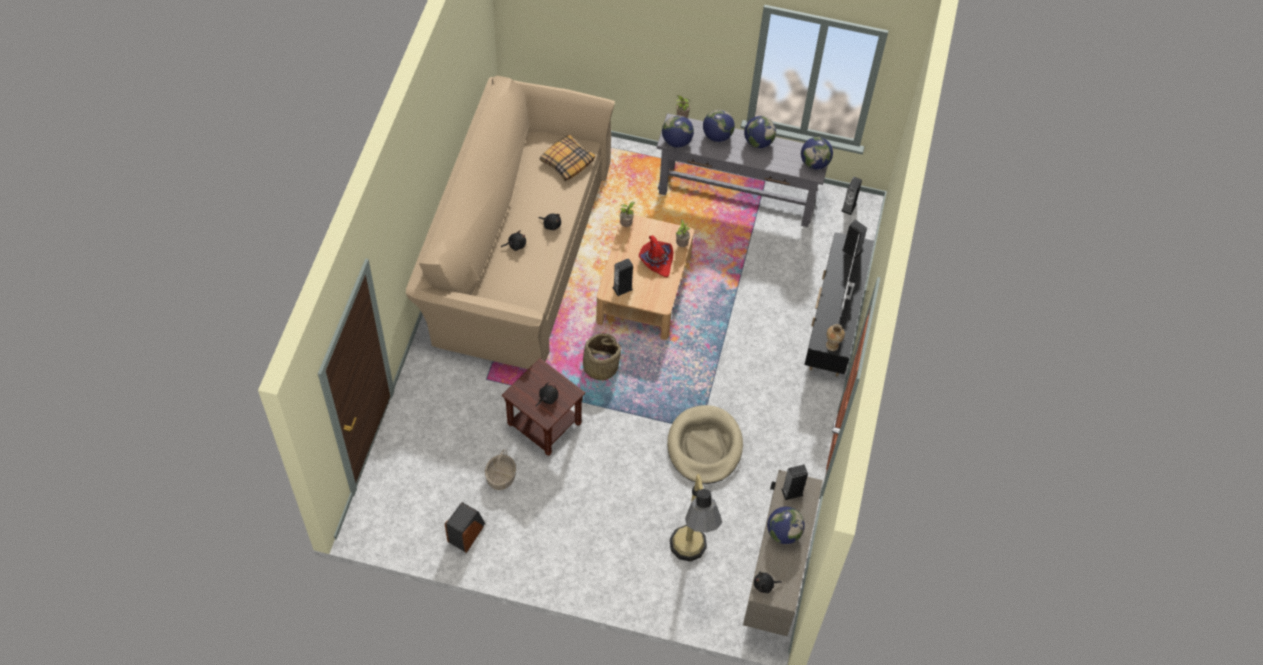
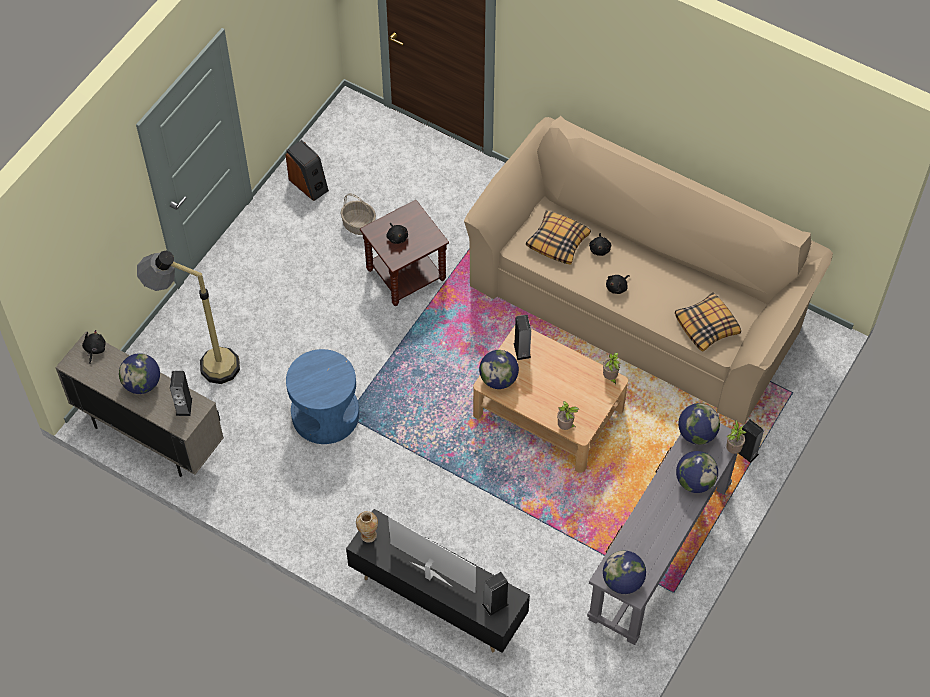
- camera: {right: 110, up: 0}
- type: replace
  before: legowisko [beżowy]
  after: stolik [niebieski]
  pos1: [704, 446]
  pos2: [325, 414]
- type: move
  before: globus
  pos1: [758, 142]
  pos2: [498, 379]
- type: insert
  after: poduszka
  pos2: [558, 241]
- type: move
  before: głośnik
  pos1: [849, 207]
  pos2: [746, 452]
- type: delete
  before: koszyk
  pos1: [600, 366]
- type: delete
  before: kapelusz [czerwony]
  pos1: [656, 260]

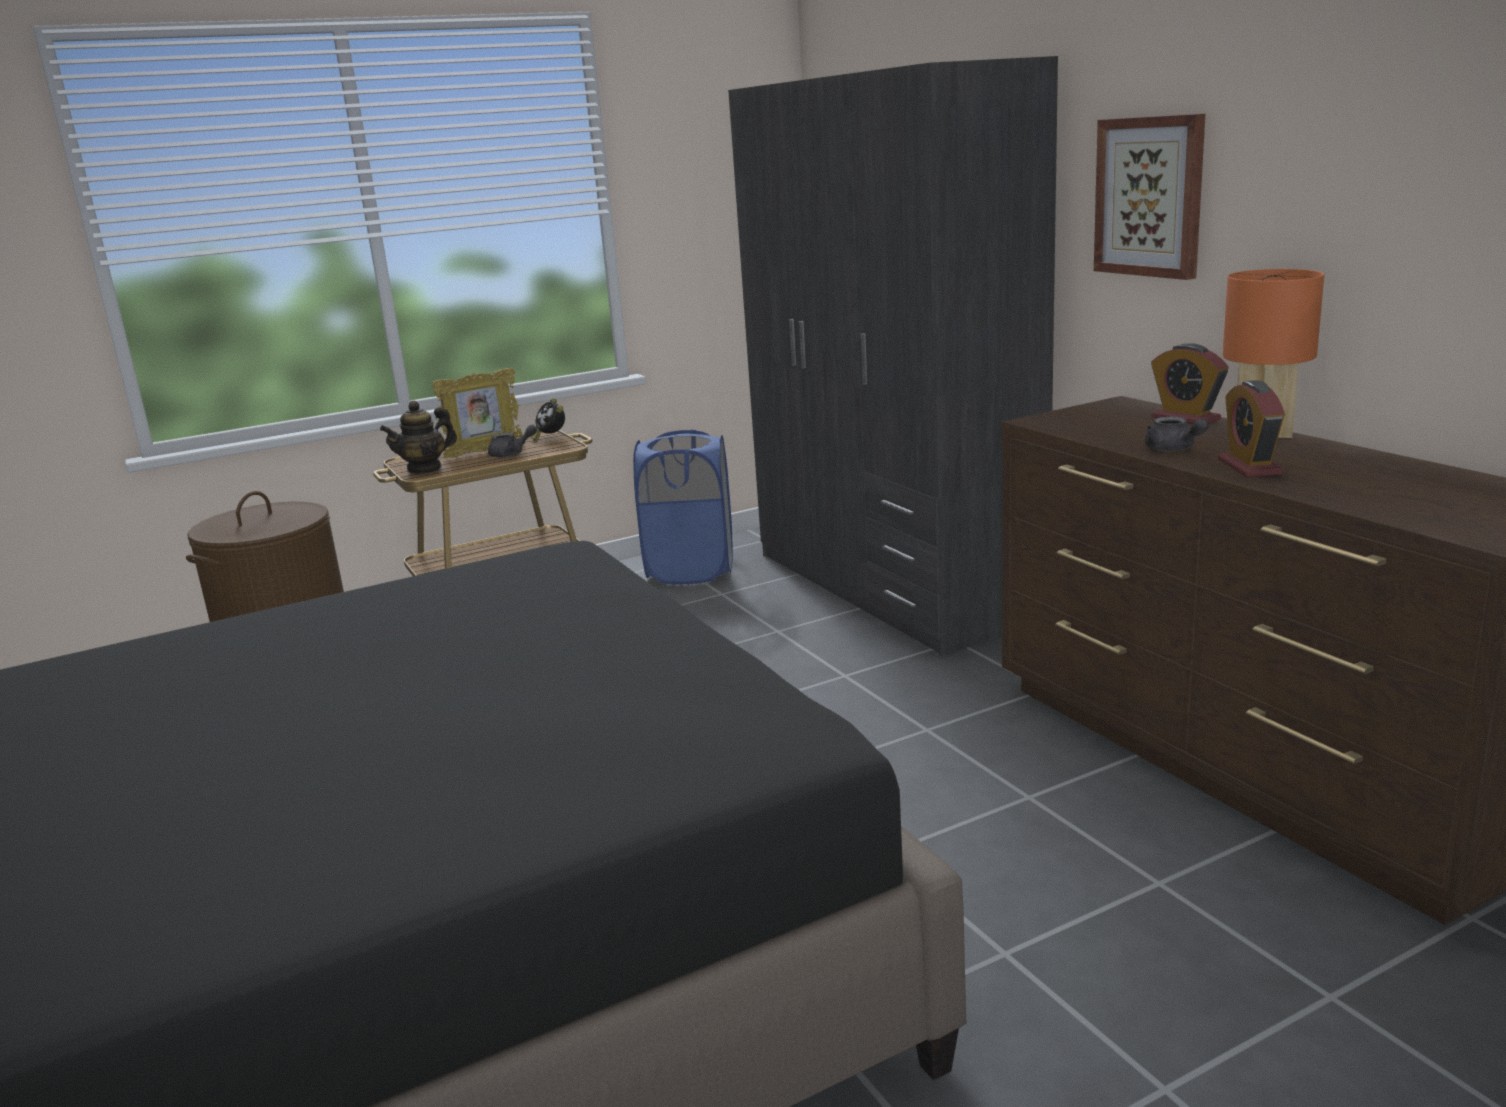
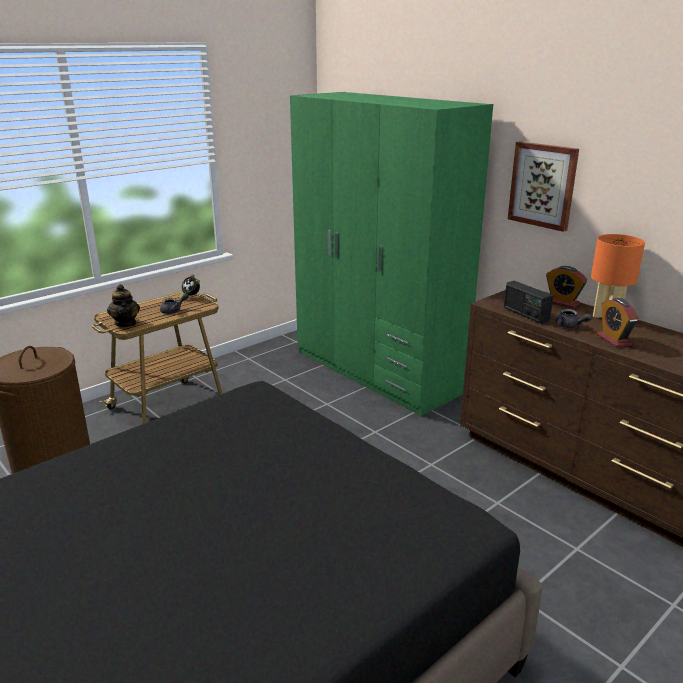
- camera: {right: -15, up: 5}
- type: rotate
  before: imbryk
  pos1: [425, 469]
  pos2: [126, 323]
  turn: -60
- type: recolor
  before: szafa [szary]
  after: szafa [zielony]
  pos1: [892, 586]
  pos2: [377, 372]
- type: insert
  after: radio
  pos2: [525, 314]
- type: delete
  before: ramka na zdjęcie
  pos1: [484, 451]
- type: delete
  before: kosz na pranie [niebieski]
  pos1: [691, 570]

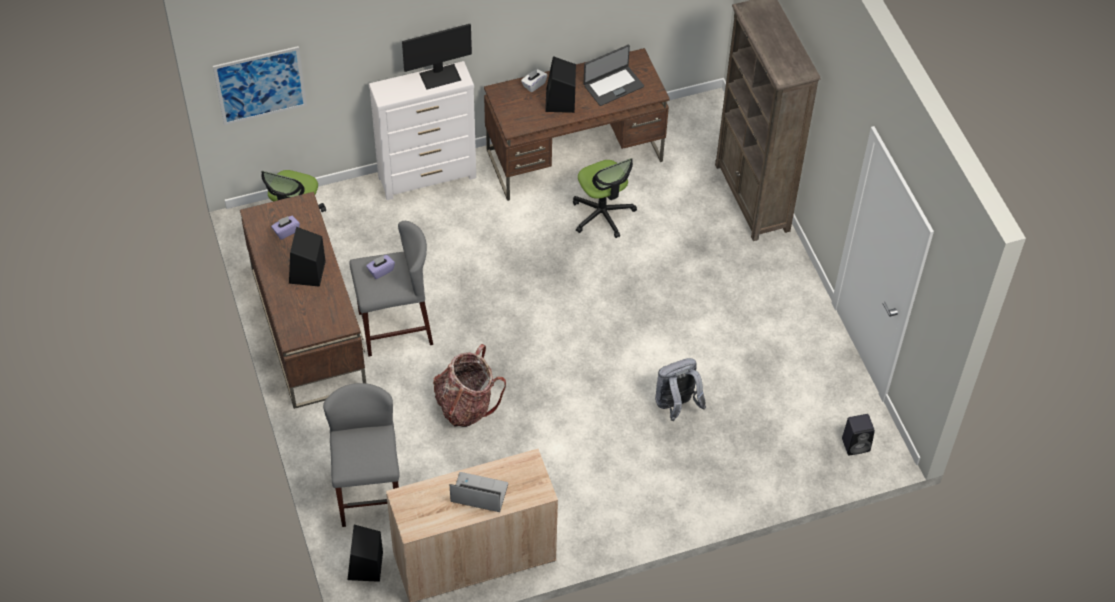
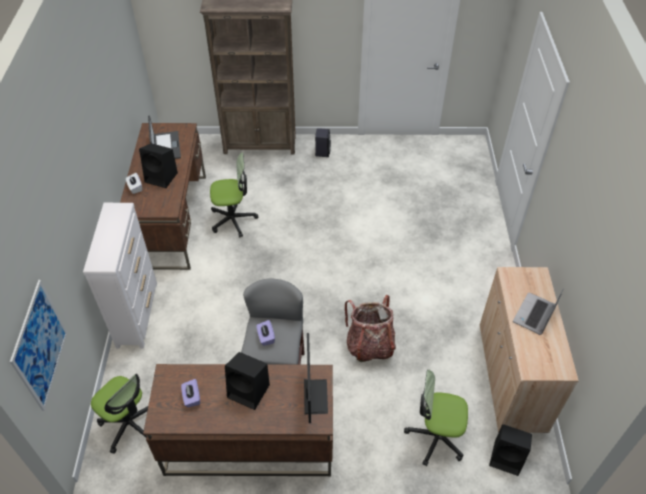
- camera: {right: -70, up: -5}
- type: move
  before: monitor
  pos1: [440, 76]
  pos2: [314, 396]
- type: move
  before: głośnik [czarny]
  pos1: [856, 444]
  pos2: [322, 151]
- type: replace
  before: stołek [szary]
  after: krzesło biurowe
  pos1: [369, 494]
  pos2: [436, 437]
- type: delete
  before: plecak [szary]
  pos1: [676, 405]

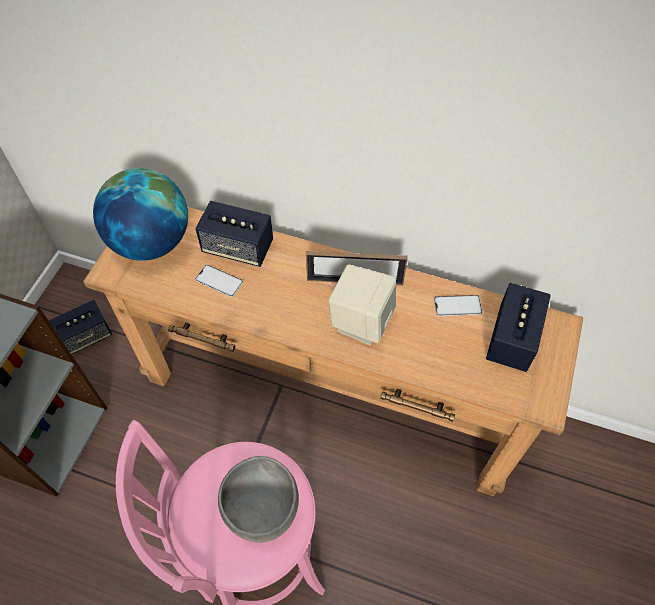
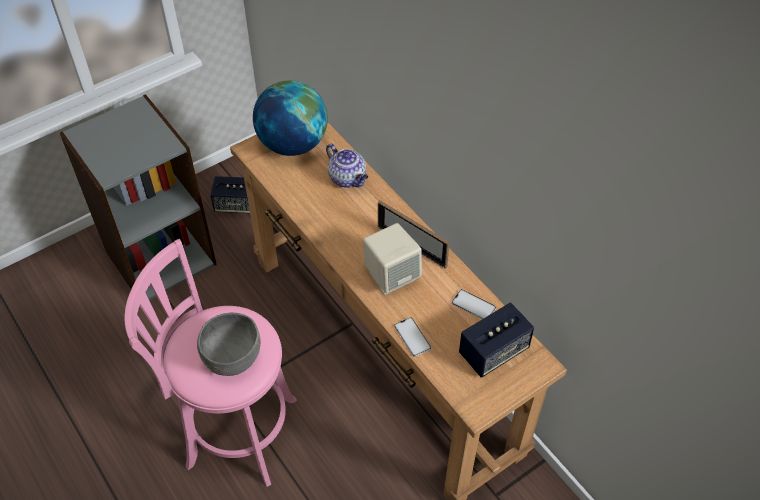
- camera: {right: 35, up: -5}
- type: replace
  before: głośnik
  after: imbryk
  pos1: [238, 248]
  pos2: [348, 178]
- type: move
  before: telefon
  pos1: [219, 281]
  pos2: [412, 337]

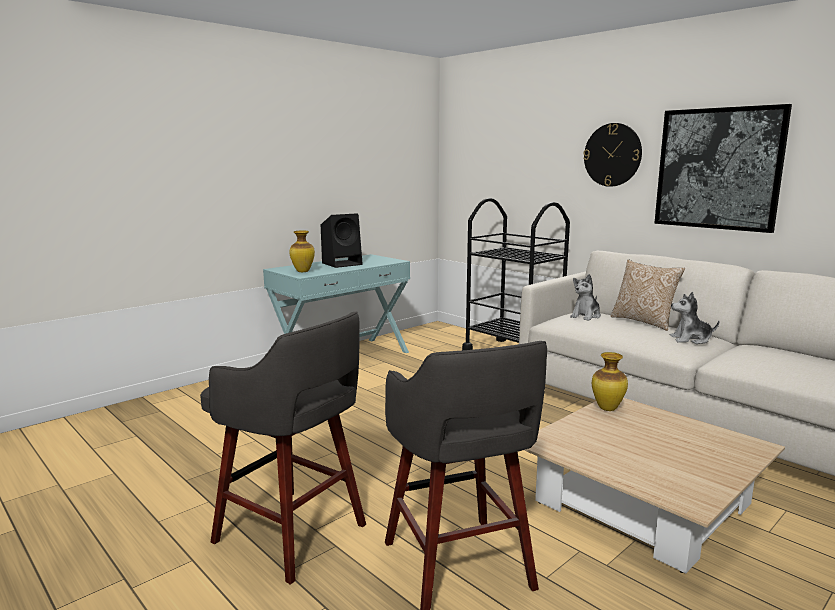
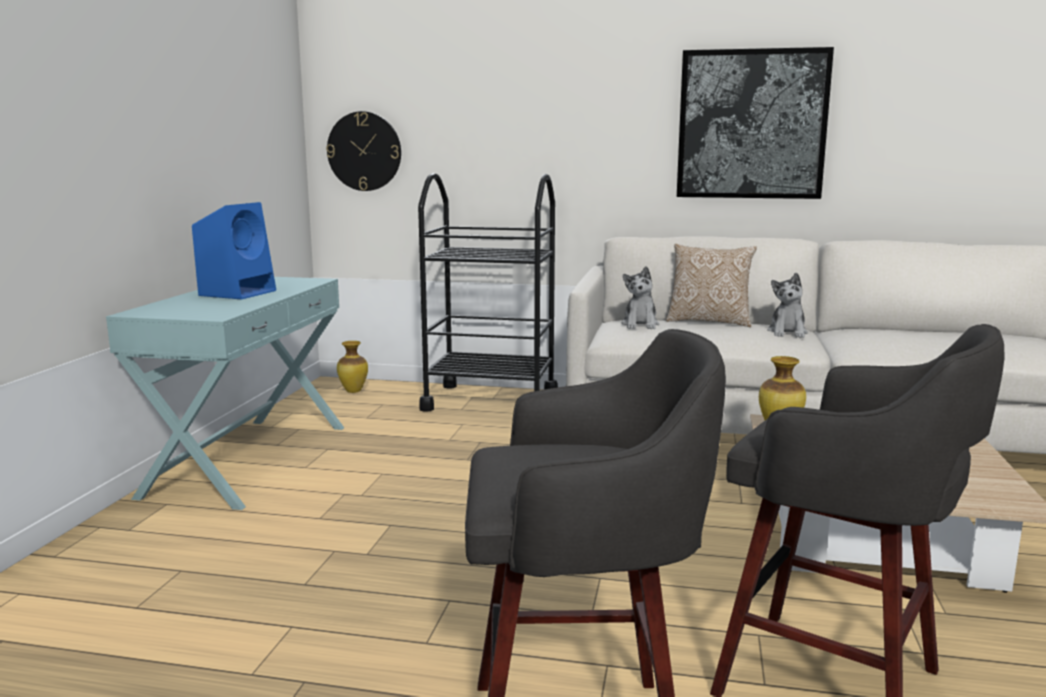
- camera: {right: -35, up: 0}
- type: recolor
  before: głośnik [czarny]
  after: głośnik [niebieski]
  pos1: [343, 264]
  pos2: [238, 293]
- type: move
  before: zegar ścienny
  pos1: [612, 155]
  pos2: [364, 151]
- type: move
  before: wazon
  pos1: [302, 271]
  pos2: [353, 391]
- type: rotate
  before: pluszak
  pos1: [691, 339]
  pos2: [787, 332]
  turn: -45

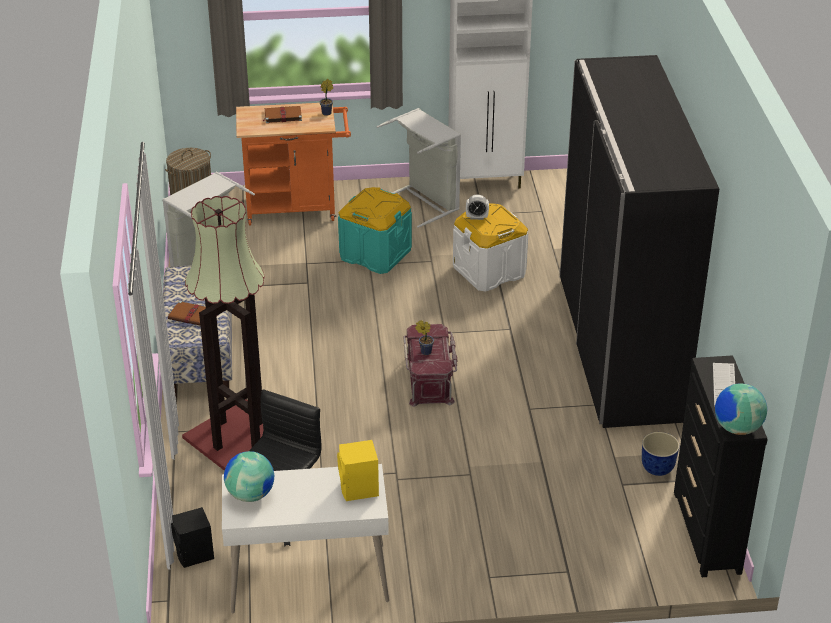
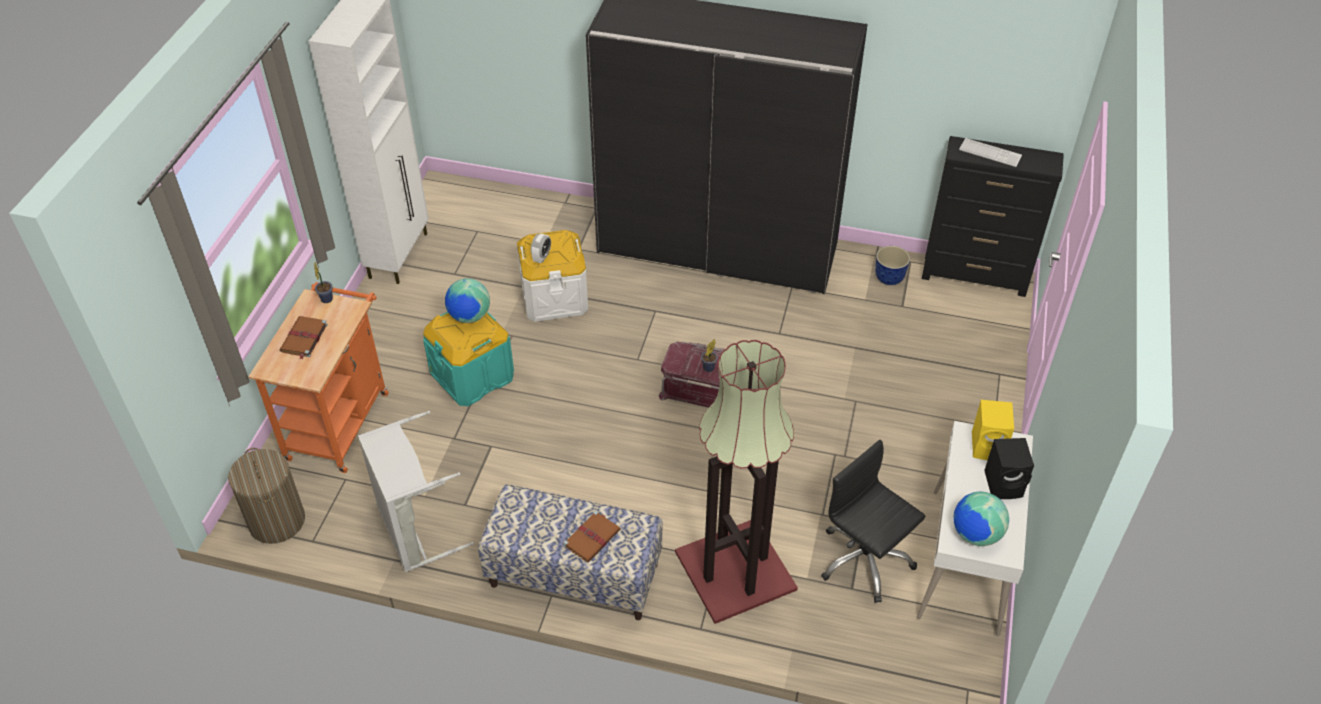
- camera: {right: -70, up: 10}
- type: move
  before: globus
  pos1: [737, 428]
  pos2: [469, 316]
- type: move
  before: głośnik [czarny]
  pos1: [195, 555]
  pos2: [1005, 484]
- type: delete
  before: kosz na pranie [szary]
  pos1: [425, 202]

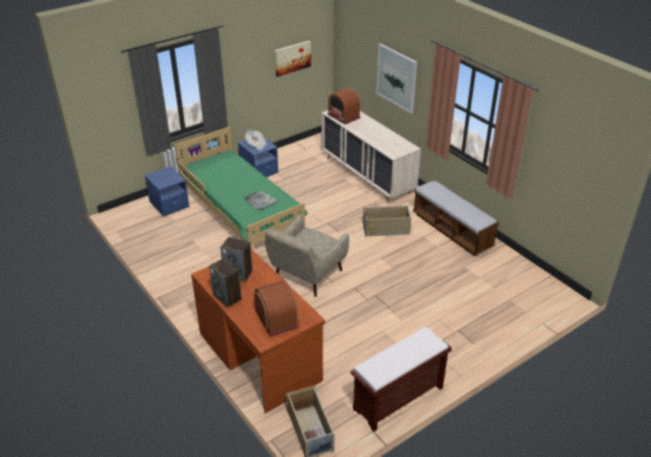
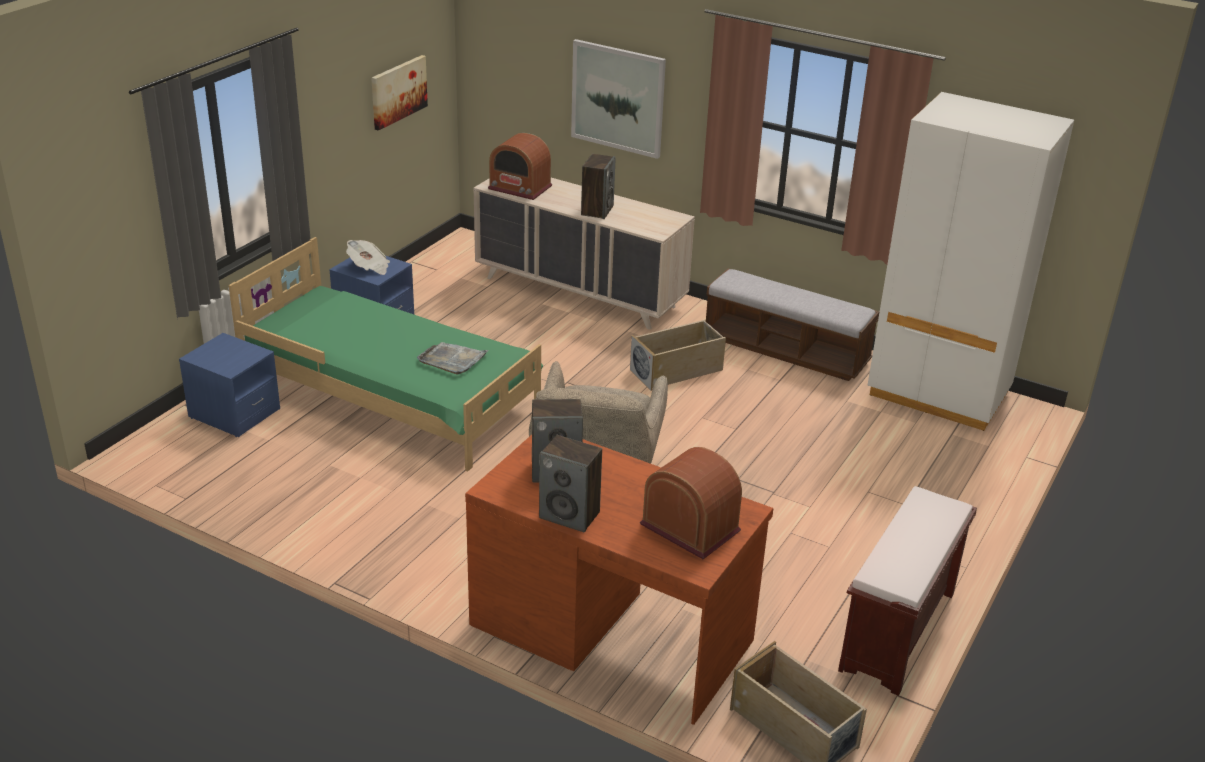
- camera: {right: -25, up: -5}
- type: insert
  after: głośnik
  pos2: [597, 210]
- type: insert
  after: szafa [biały]
  pos2: [938, 394]

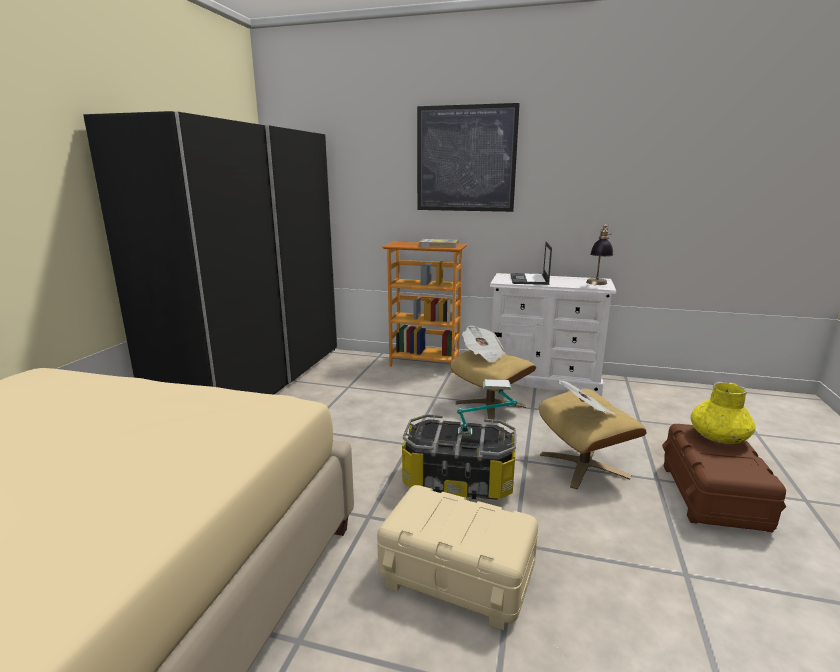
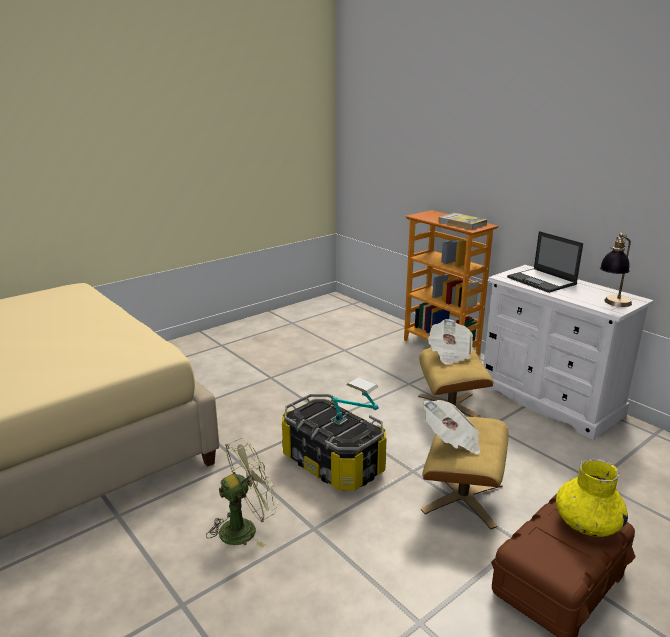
- camera: {right: 35, up: 5}
- type: replace
  before: pojemnik do przechowywania [beżowy]
  after: wentylator [zielony]
  pos1: [456, 575]
  pos2: [245, 528]
- type: rotate
  before: laptop
  pos1: [529, 279]
  pos2: [542, 281]
  turn: -75
- type: delete
  before: szafa [czarny]
  pos1: [257, 382]
- type: delete
  before: obraz
  pos1: [466, 159]

